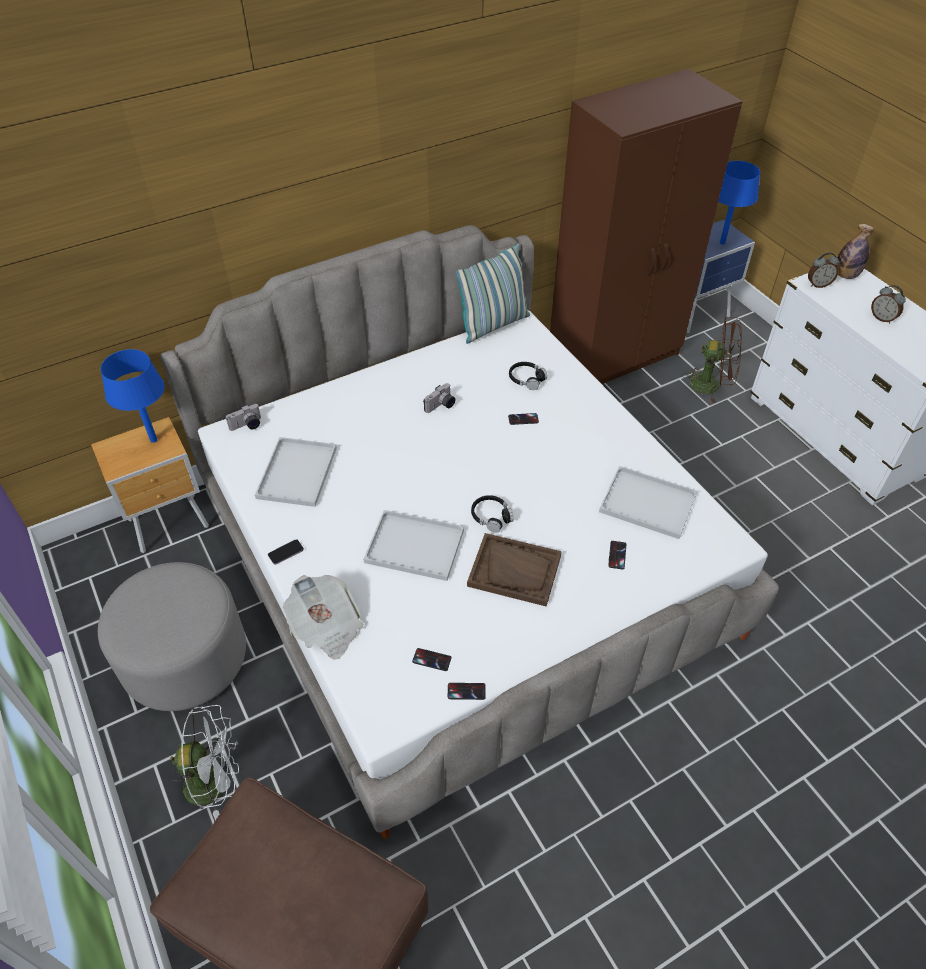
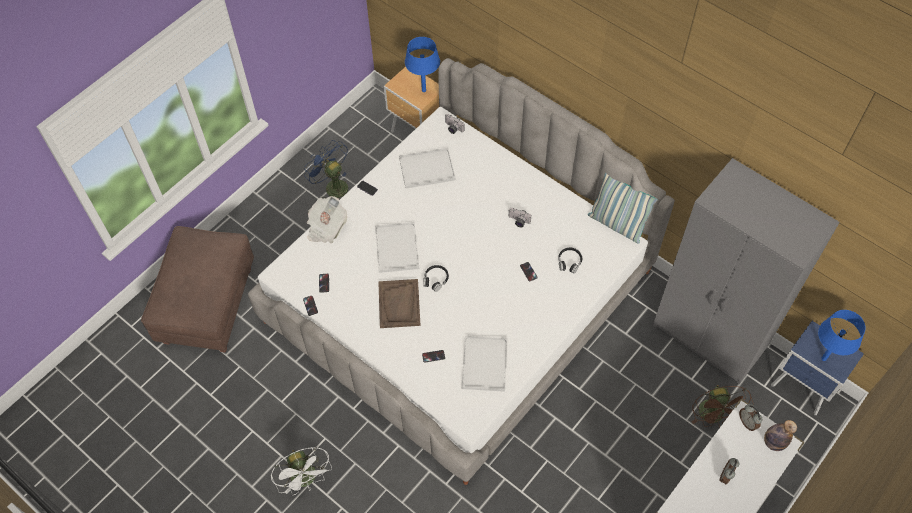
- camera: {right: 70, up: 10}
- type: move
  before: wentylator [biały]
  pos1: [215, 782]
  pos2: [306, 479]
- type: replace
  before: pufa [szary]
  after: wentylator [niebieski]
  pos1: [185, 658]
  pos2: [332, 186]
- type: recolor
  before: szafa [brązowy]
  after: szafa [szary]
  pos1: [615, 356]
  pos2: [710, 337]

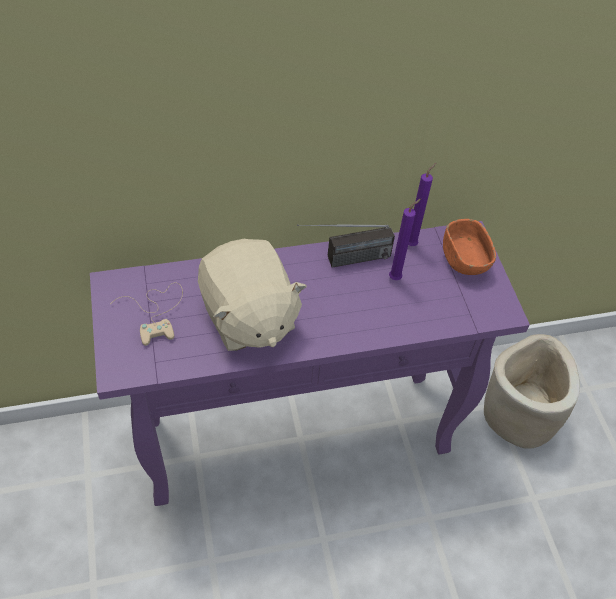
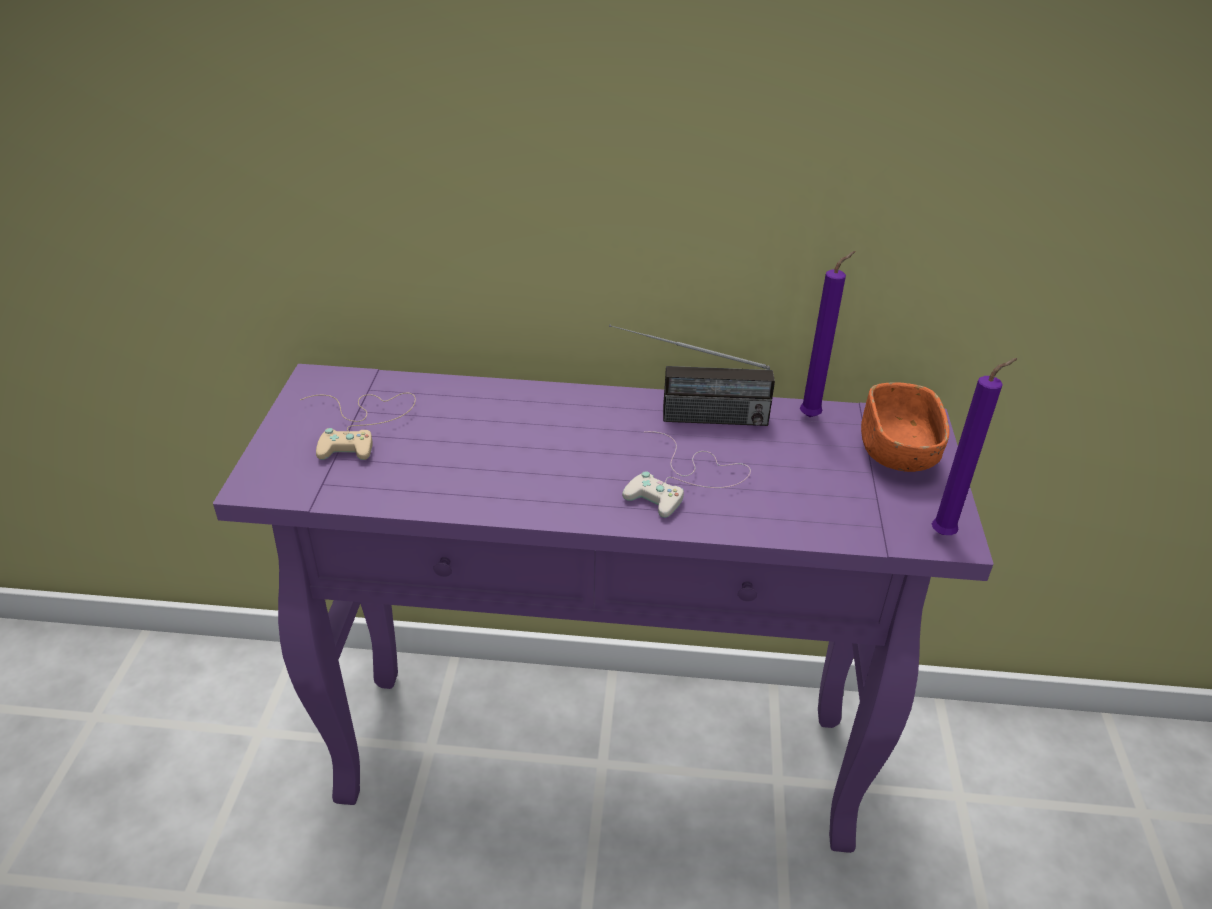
- camera: {right: 20, up: -15}
- type: insert
  after: pad do gier [biały]
  pos2: [685, 479]
- type: move
  before: świeca [fioletowy]
  pos1: [396, 277]
  pos2: [946, 534]
- type: delete
  before: pluszak [beżowy]
  pos1: [248, 317]
- type: delete
  before: donica [beżowy]
  pos1: [518, 414]

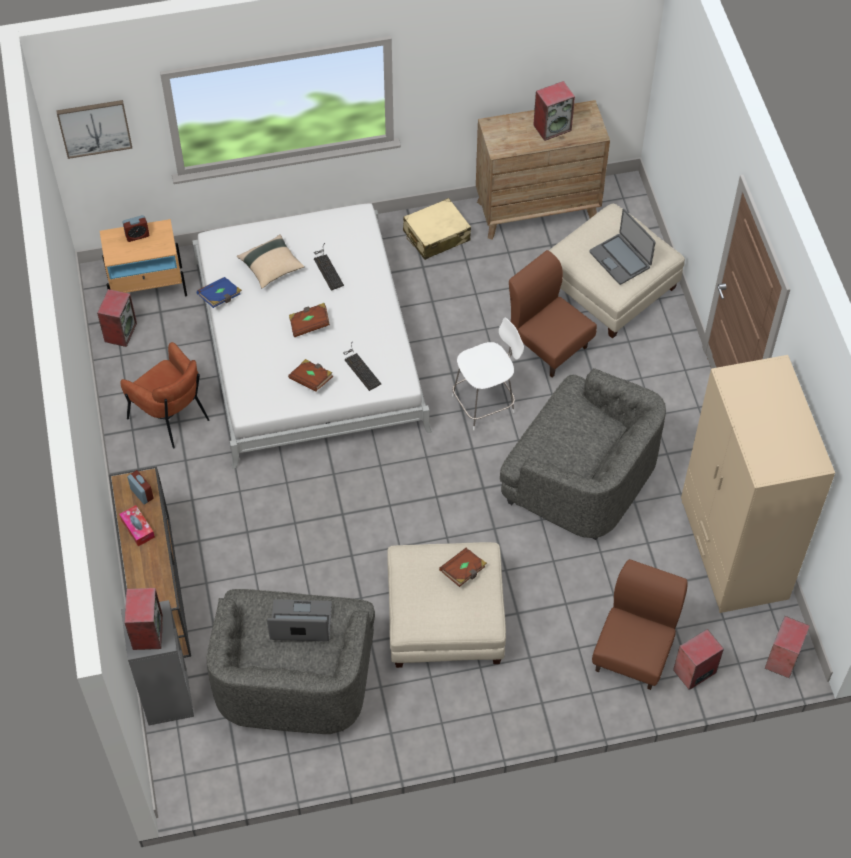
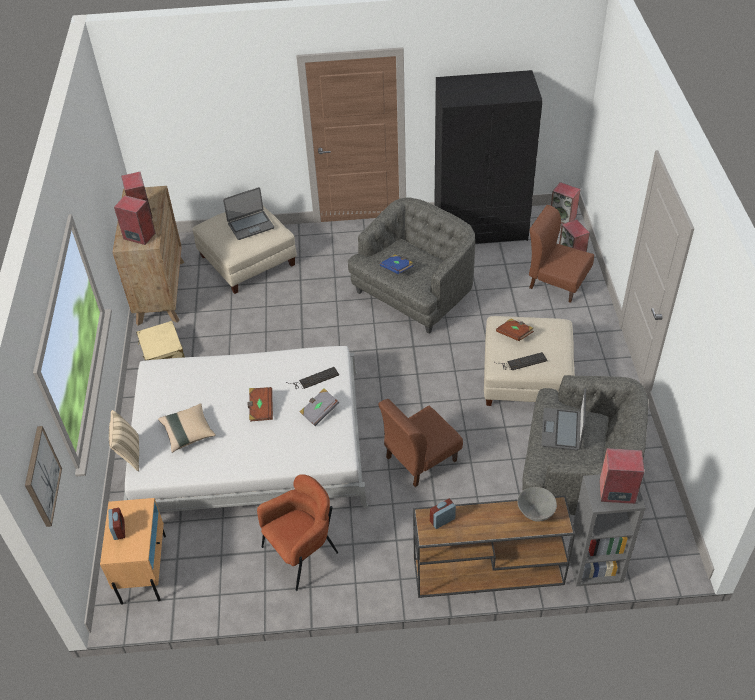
- camera: {right: -80, up: -10}
- type: insert
  after: poduszka [beżowy]
  pos2: [129, 454]
- type: move
  before: głośnik
  pos1: [120, 332]
  pos2: [138, 236]
- type: recolor
  before: książka [brązowy]
  after: książka [szary]
  pos1: [311, 380]
  pos2: [319, 411]
- type: move
  before: krzesło [brązowy]
  pos1: [548, 344]
  pos2: [420, 459]
- type: move
  before: książka [niebieski]
  pos1: [220, 297]
  pos2: [397, 269]
- type: recolor
  before: szafa [beżowy]
  after: szafa [czarny]
  pos1: [733, 550]
  pos2: [481, 229]
- type: move
  before: klawiatura
  pos1: [327, 268]
  pos2: [522, 362]
- type: insert
  after: miska [szary]
  pos2: [535, 513]
- type: delete
  before: pudełko chusteczek
  pos1: [137, 528]
- type: delete
  before: krzesło [biały]
  pos1: [485, 403]

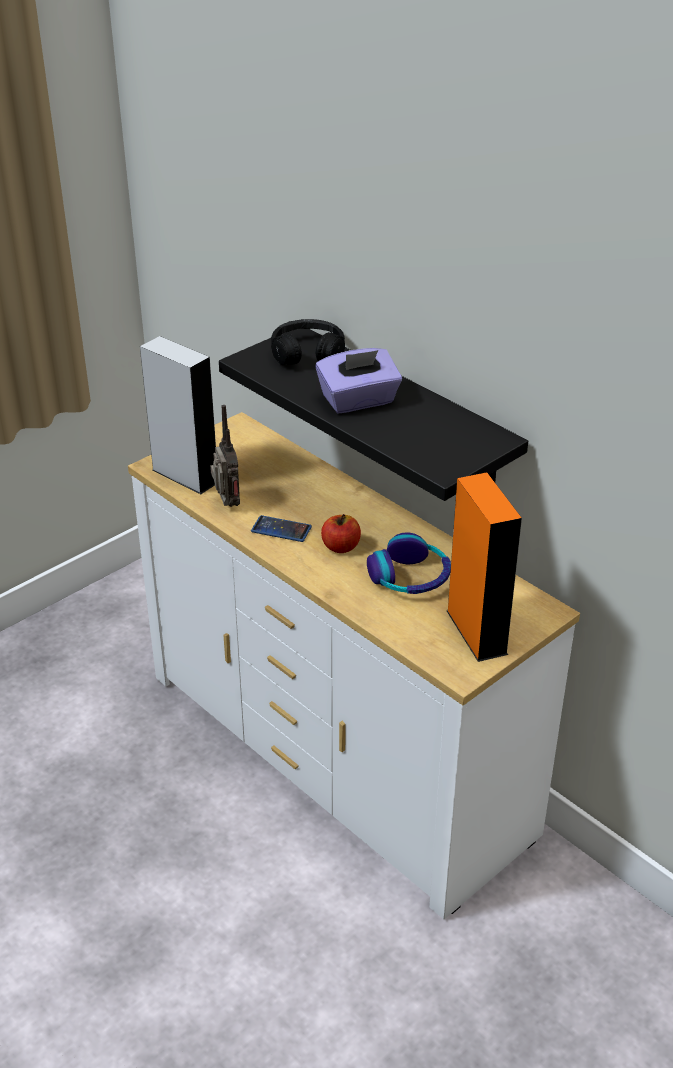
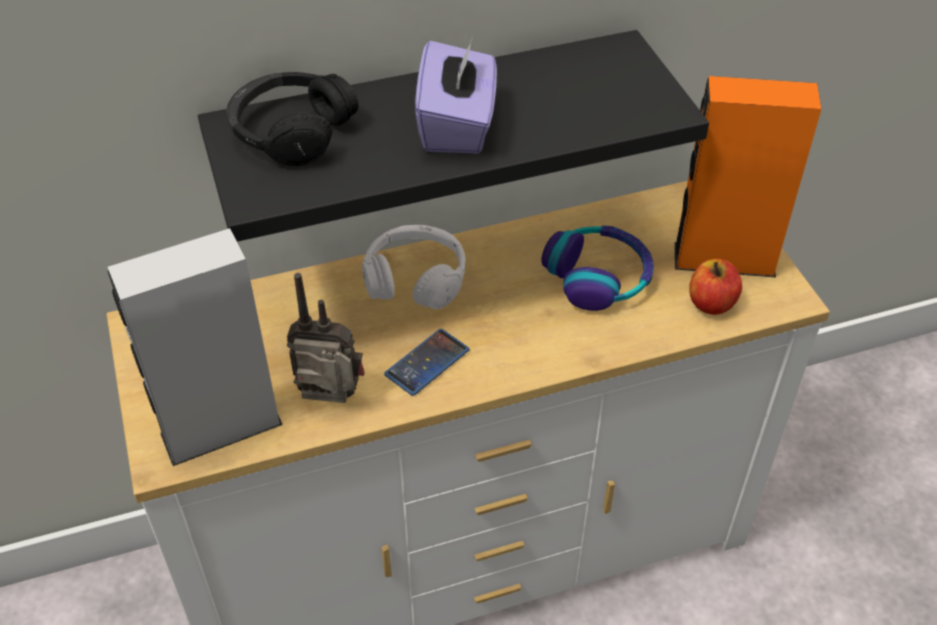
- camera: {right: -65, up: 10}
- type: insert
  after: słuchawki [biały]
  pos2: [415, 278]
- type: move
  before: jabłko
  pos1: [341, 547]
  pos2: [711, 303]

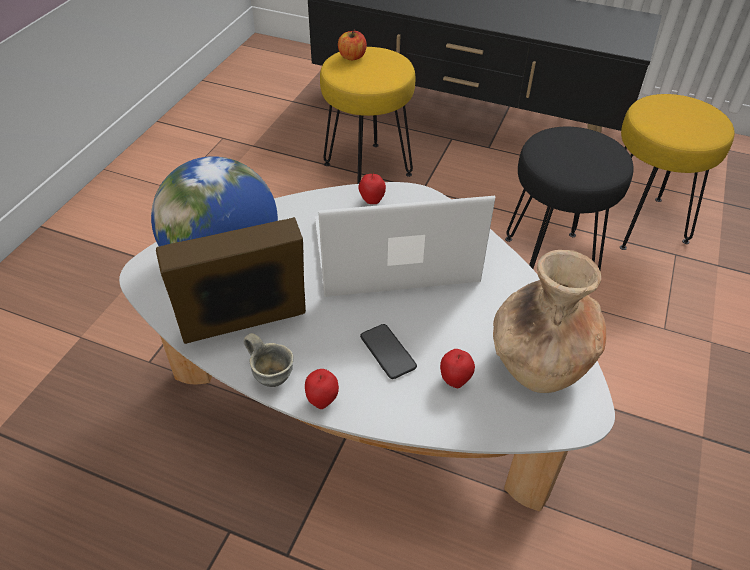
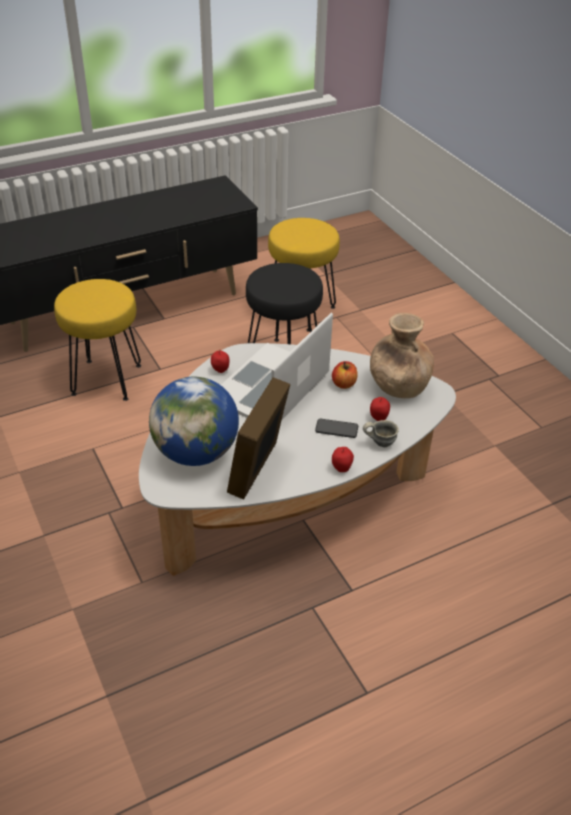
- camera: {right: -50, up: -5}
- type: move
  before: jabłko
  pos1: [352, 57]
  pos2: [344, 384]
- type: move
  before: kubek [szary]
  pos1: [272, 374]
  pos2: [380, 442]

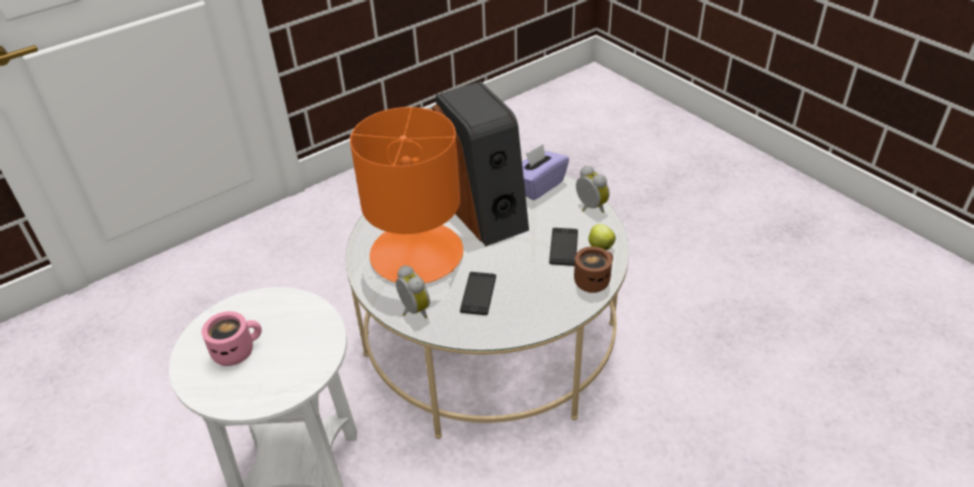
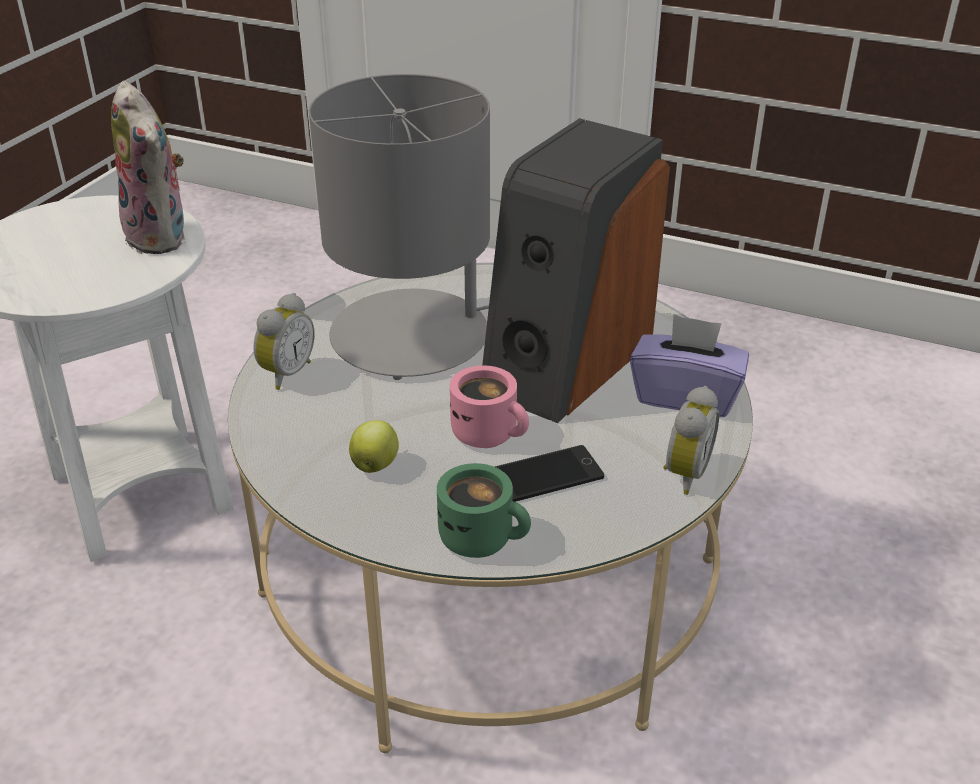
- camera: {right: 60, up: -5}
- type: insert
  after: pluszak
  pos2: [162, 237]
- type: recolor
  before: lampa stołowa [pomarańczowy]
  after: lampa stołowa [szary]
  pos1: [417, 253]
  pos2: [412, 335]
- type: move
  before: jabłko
  pos1: [600, 246]
  pos2: [375, 465]
- type: recolor
  before: kubek [brązowy]
  after: kubek [zielony]
  pos1: [592, 280]
  pos2: [483, 537]
- type: move
  before: kubek [różowy]
  pos1: [237, 350]
  pos2: [490, 433]
- type: delete
  before: telefon
  pos1: [478, 293]

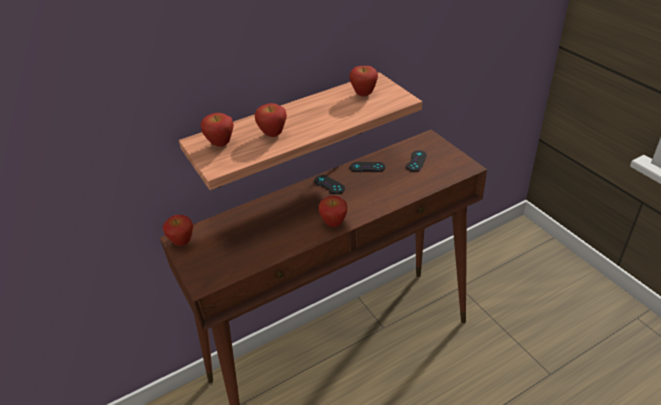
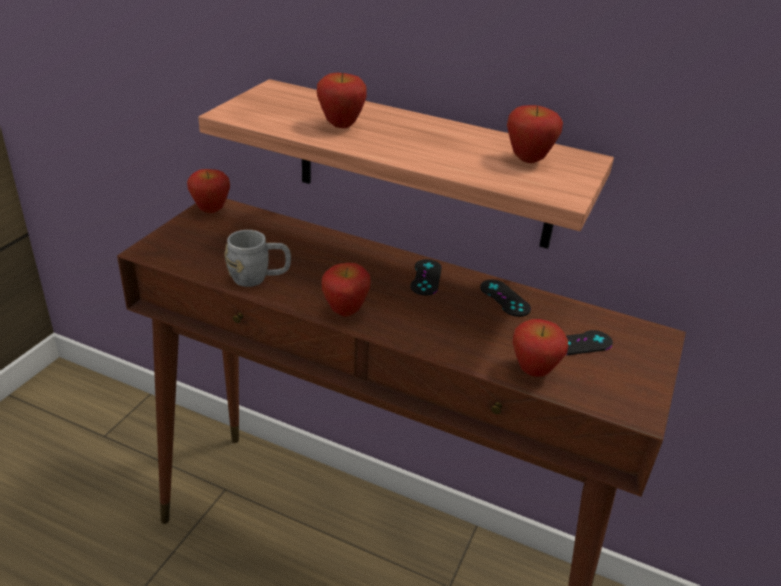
- camera: {right: 50, up: -5}
- type: insert
  after: kubek [szary]
  pos2: [259, 278]
- type: move
  before: jabłko
  pos1: [221, 144]
  pos2: [533, 371]

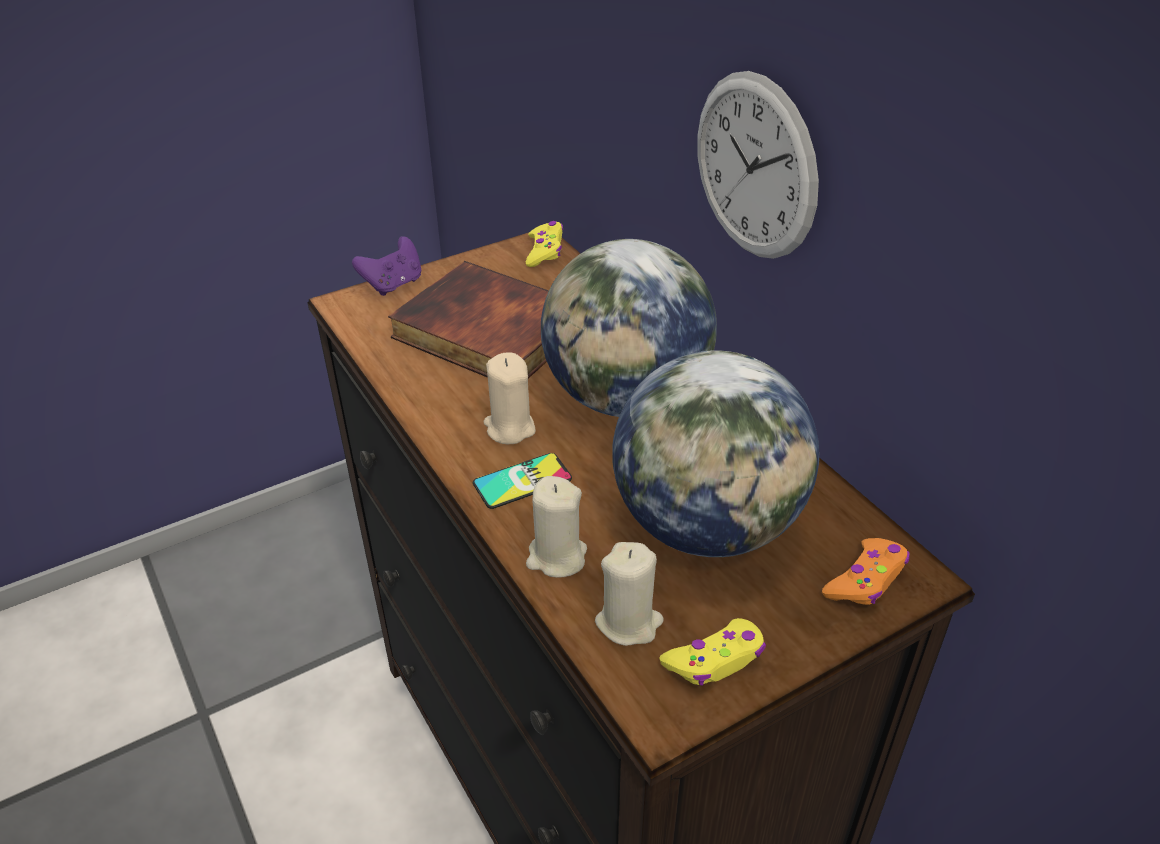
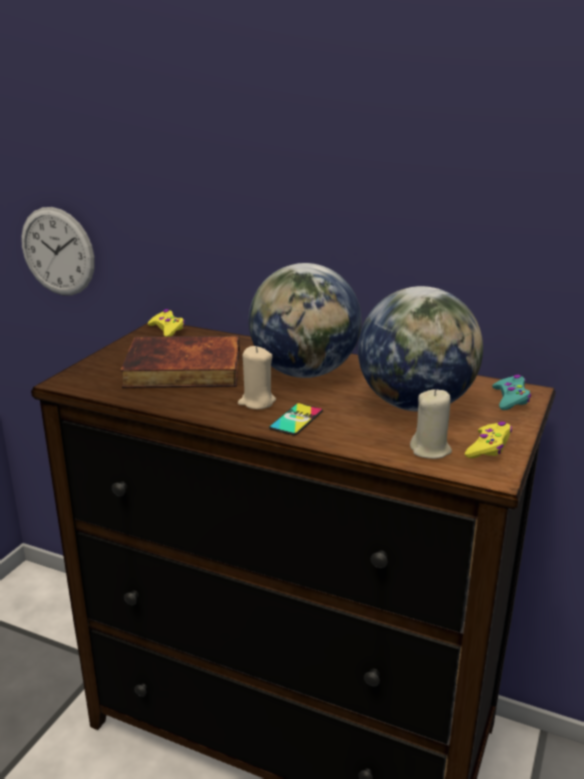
- camera: {right: -35, up: -15}
- type: move
  before: zegar ścienny
  pos1: [755, 167]
  pos2: [57, 252]
- type: recolor
  before: pad do gier [pomarańczowy]
  after: pad do gier [turkusowy]
  pos1: [866, 580]
  pos2: [510, 399]
- type: delete
  before: pad do gier [fioletowy]
  pos1: [393, 284]
- type: delete
  before: świeca [beżowy]
  pos1: [556, 557]

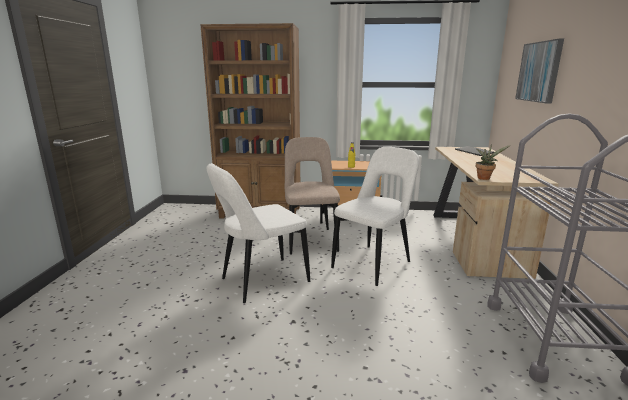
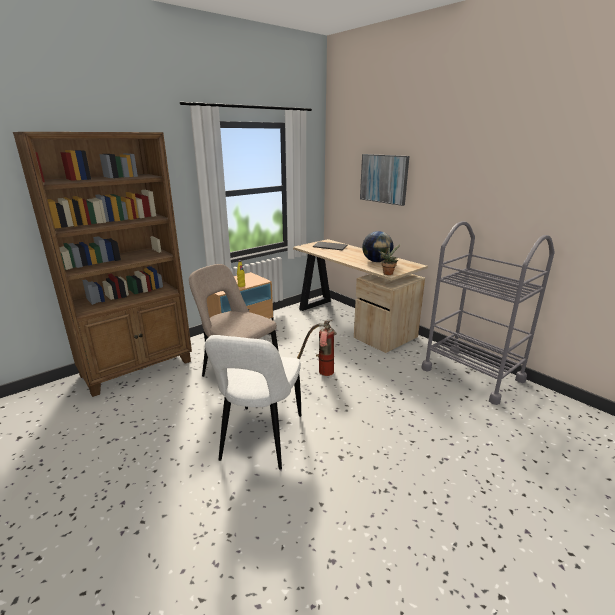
- camera: {right: -45, up: 5}
- type: replace
  before: krzesło [biały]
  after: gaśnica
  pos1: [374, 263]
  pos2: [320, 373]
- type: insert
  after: globus
  pos2: [376, 261]

